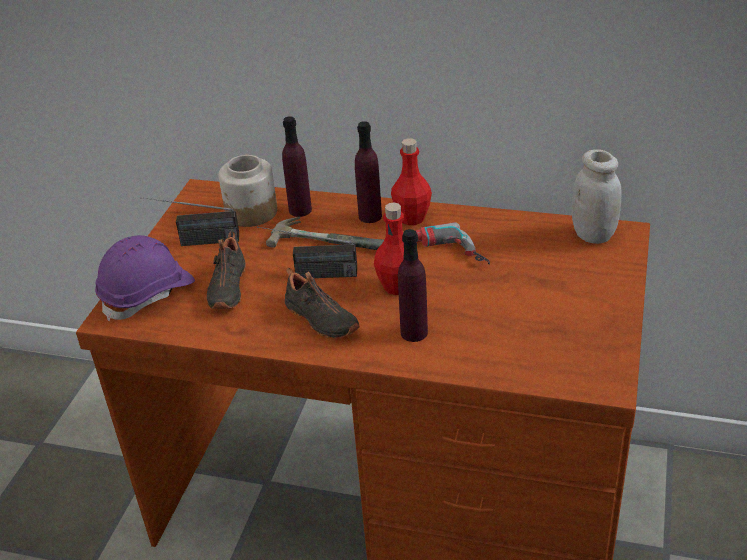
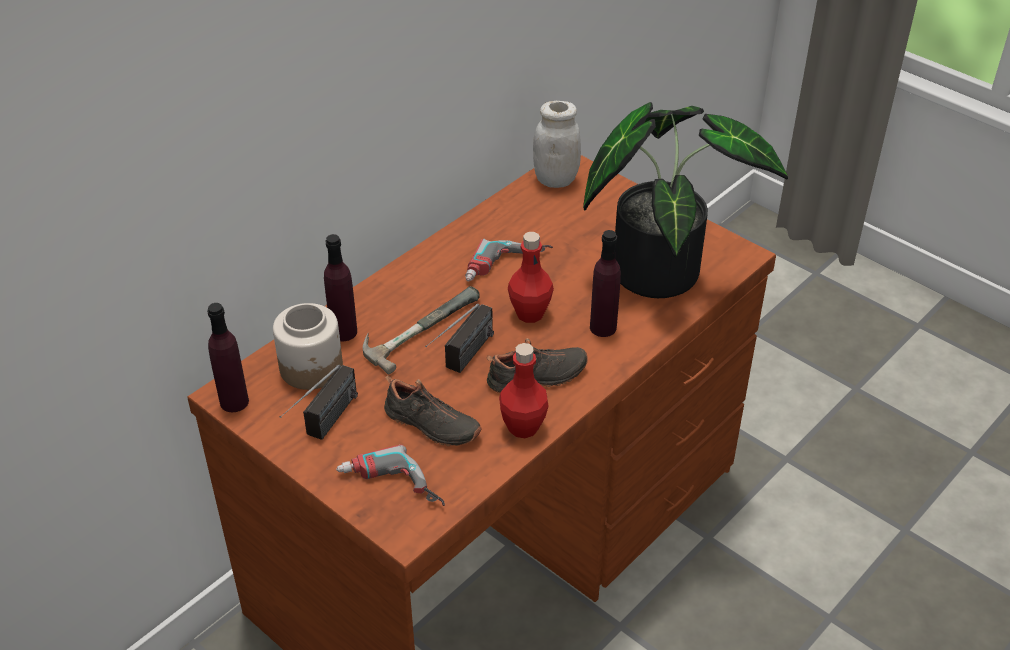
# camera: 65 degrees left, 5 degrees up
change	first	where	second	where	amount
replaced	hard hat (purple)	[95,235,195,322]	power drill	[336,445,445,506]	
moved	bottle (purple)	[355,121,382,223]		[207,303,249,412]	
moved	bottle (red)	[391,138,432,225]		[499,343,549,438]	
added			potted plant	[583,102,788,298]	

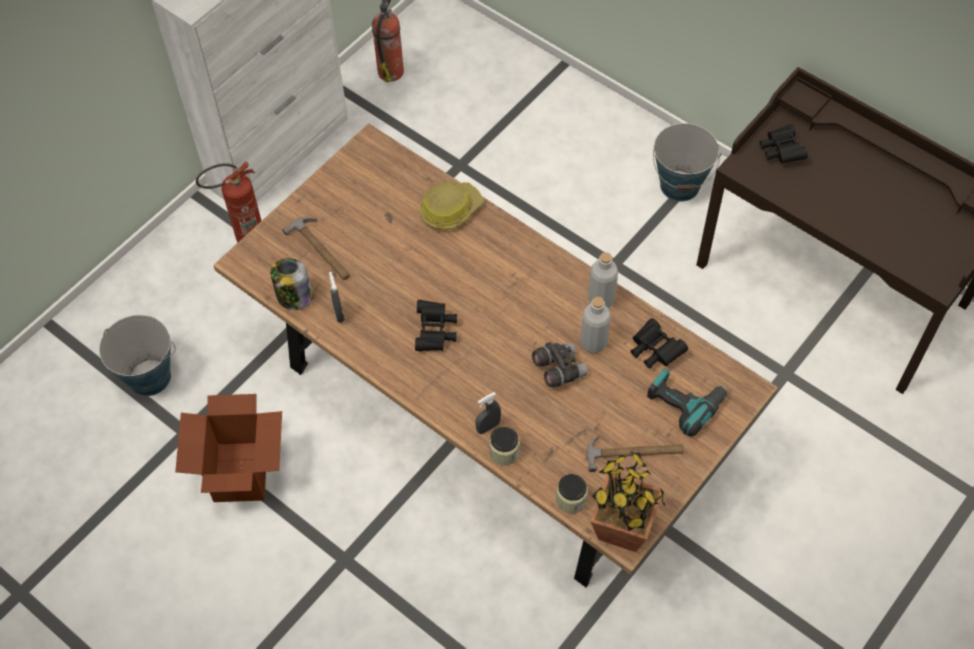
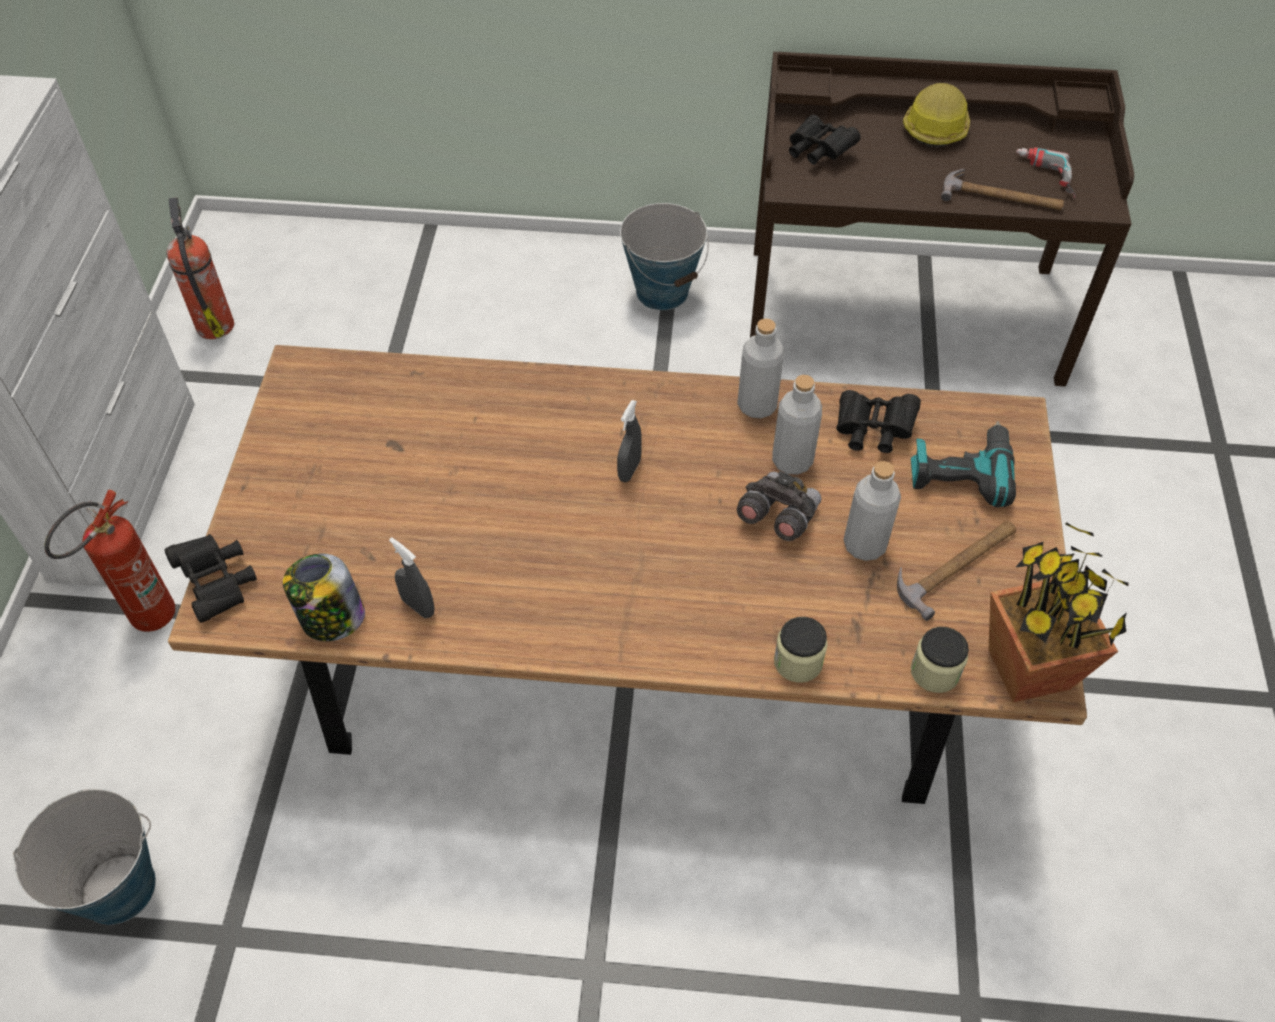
# camera: 35 degrees left, 5 degrees down
change	first	where	second	where	amount
removed	cardboard box	[175,394,282,502]			
moved	hammer	[282,217,350,280]		[941,169,1064,210]	
moved	binoculars (black)	[415,300,457,351]		[165,534,257,623]	
moved	hard hat	[419,181,484,230]		[903,83,970,148]	
moved	spray bottle (grey)	[476,392,501,434]		[617,400,642,482]	
added			bottle (grey)	[843,461,901,561]	
added			power drill	[1016,147,1076,199]	

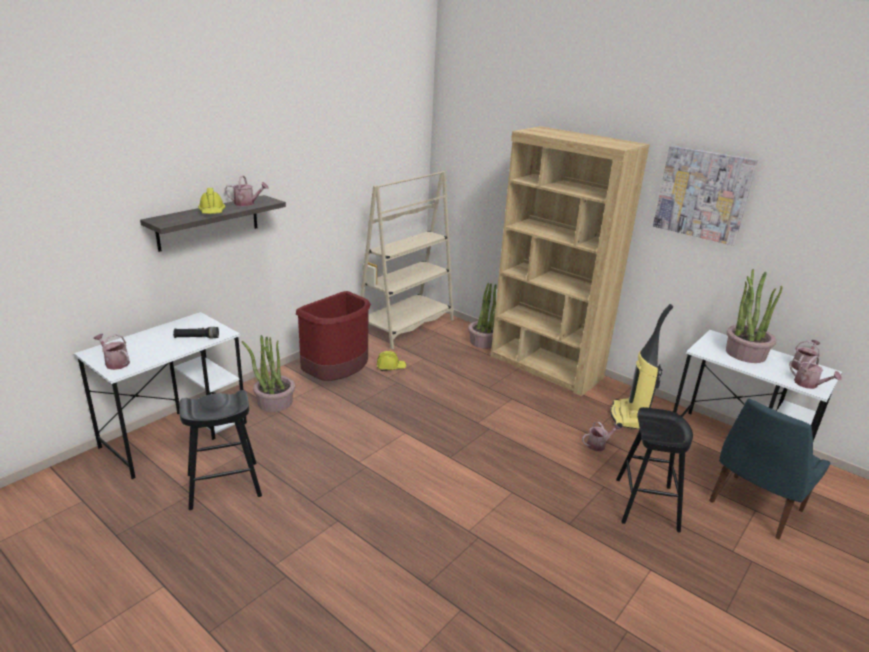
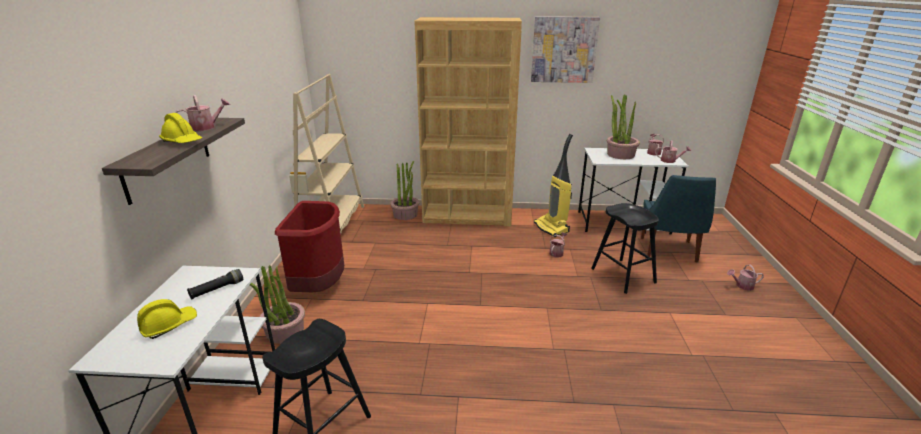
# camera: 35 degrees left, 0 degrees up
change	first	where	second	where	amount
moved	watering can	[94,333,130,370]		[727,265,764,291]	
moved	hard hat (yellow)	[377,351,406,371]		[137,299,197,339]	

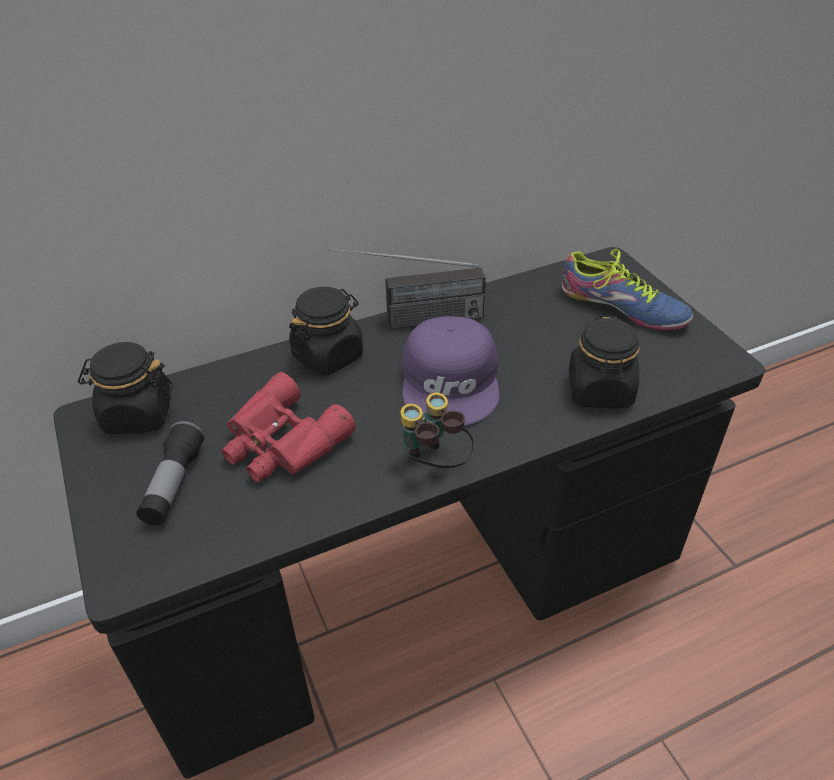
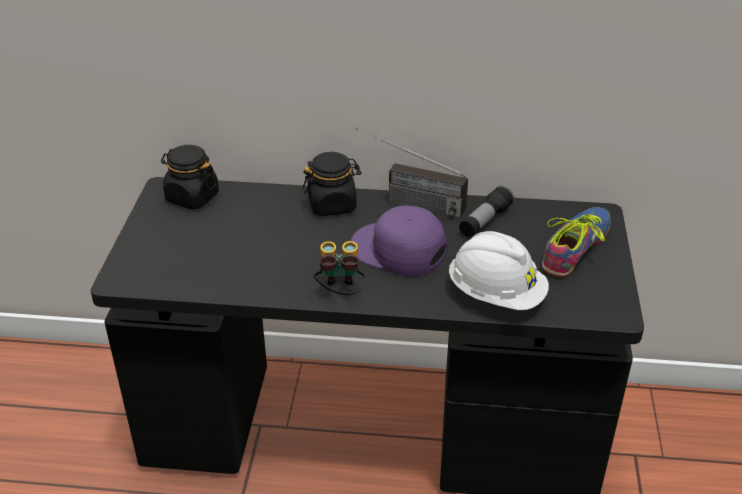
# camera: 30 degrees right, 5 degrees down
change	first	where	second	where	amount
moved	flashlight	[136,421,205,525]		[459,185,514,237]	
removed	binoculars (red)	[221,372,356,482]			
turned	cap (purple)	[402,316,500,426]		[351,206,447,277]	90 degrees clockwise
turned	shoe	[562,249,693,330]		[542,207,611,277]	120 degrees counterclockwise
replaced	jar (black)	[569,315,640,408]	hard hat (white)	[449,231,549,310]	

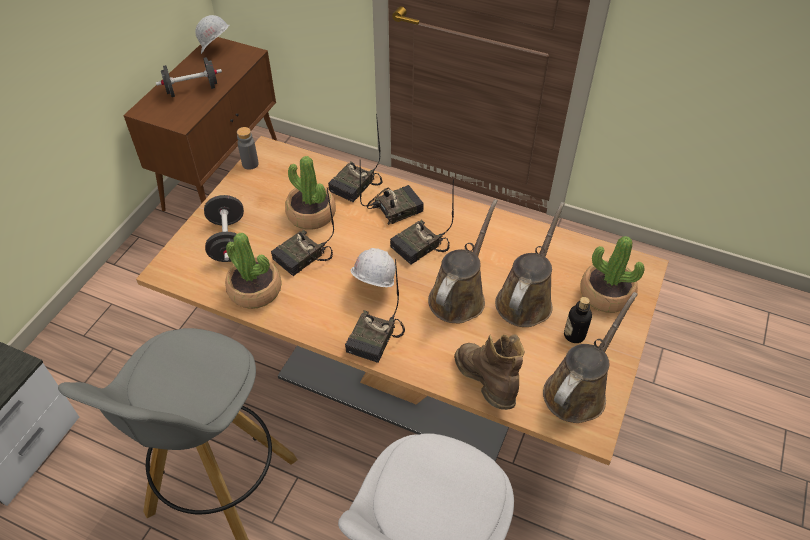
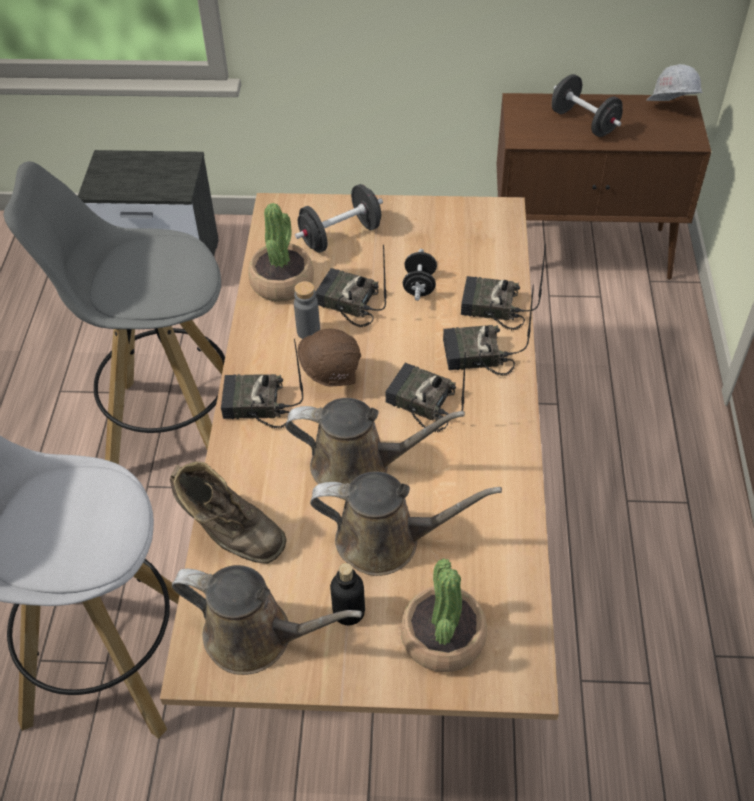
# camera: 70 degrees right, 0 degrees up
change	first	where	second	where	amount
moved	bottle (grey)	[237,127,259,170]		[294,281,320,339]	
replaced	potted plant	[285,156,336,230]	dumbbell (black)	[403,249,437,301]	
recoloured	hard hat (white)	[350,248,396,287]	hard hat (brown)	[298,328,361,387]	
turned	radio	[360,162,424,225]		[443,285,534,376]	135 degrees clockwise
turned	boot (brown)	[454,334,524,410]		[170,461,287,564]	75 degrees clockwise

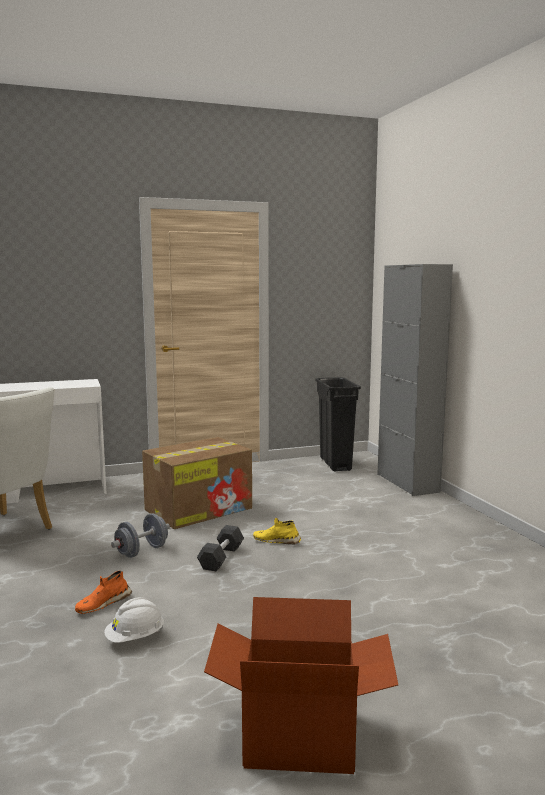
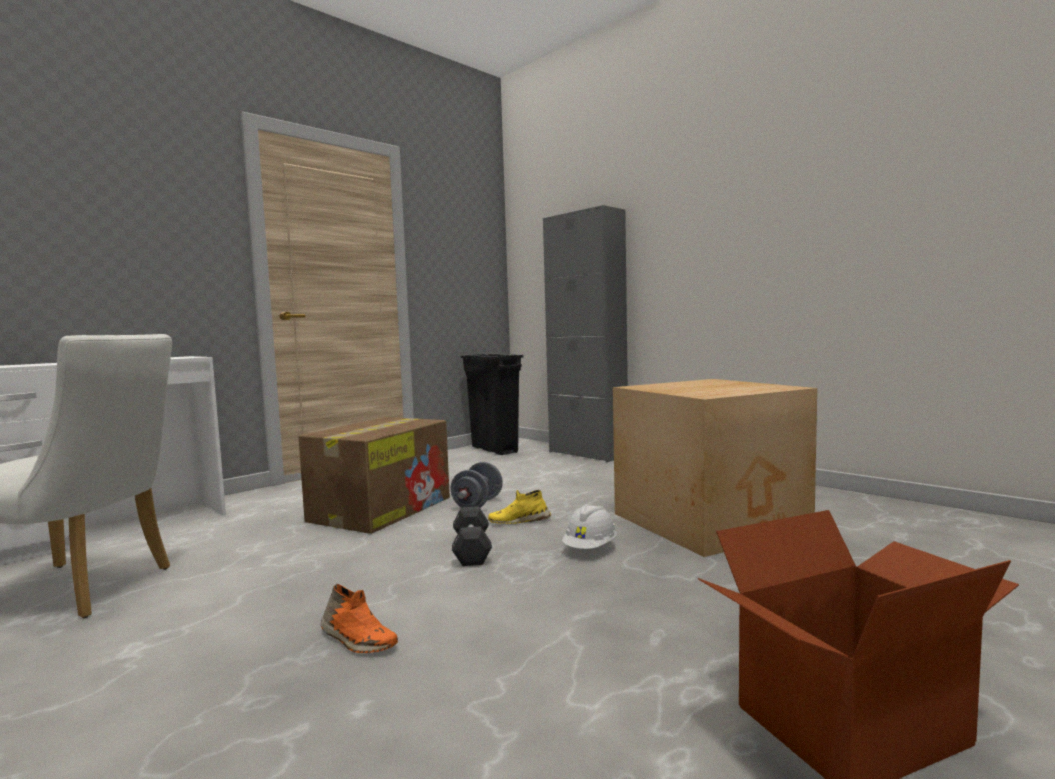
# camera: 25 degrees left, 5 degrees down
change	first	where	second	where	amount
turned	shoe (orange)	[75,571,132,614]		[321,584,398,653]	75 degrees counterclockwise
moved	hard hat (white)	[104,597,164,643]		[562,504,617,549]	
moved	dumbbell (grey)	[111,513,170,558]		[451,462,503,508]	
added			cardboard box	[613,379,817,557]	

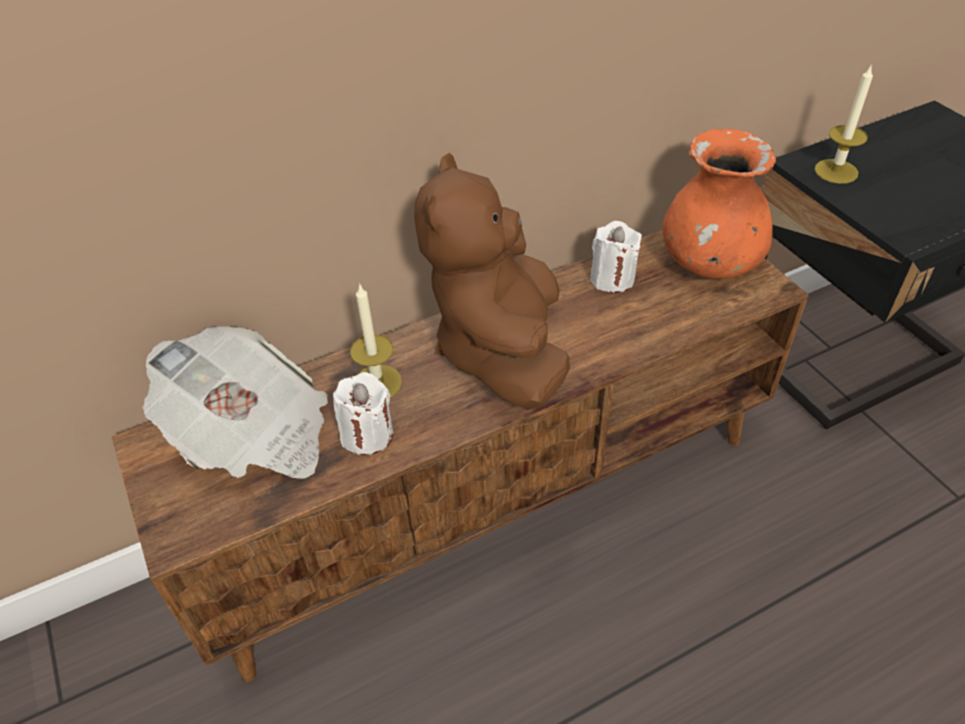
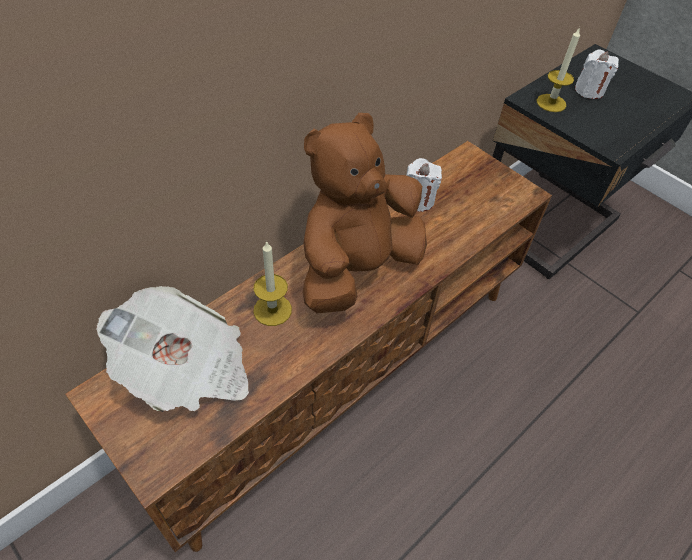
# camera: 20 degrees left, 5 degrees up
change	first	where	second	where	amount
moved	candle (white)	[333,372,393,455]		[575,50,619,99]	
turned	plush toy (brown)	[414,153,570,410]		[303,113,427,313]	60 degrees clockwise
removed	vase (orange)	[662,129,776,278]			

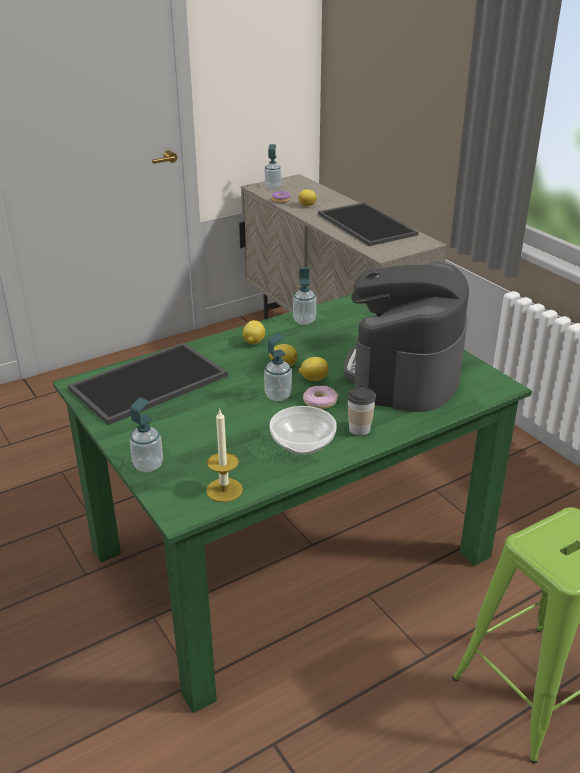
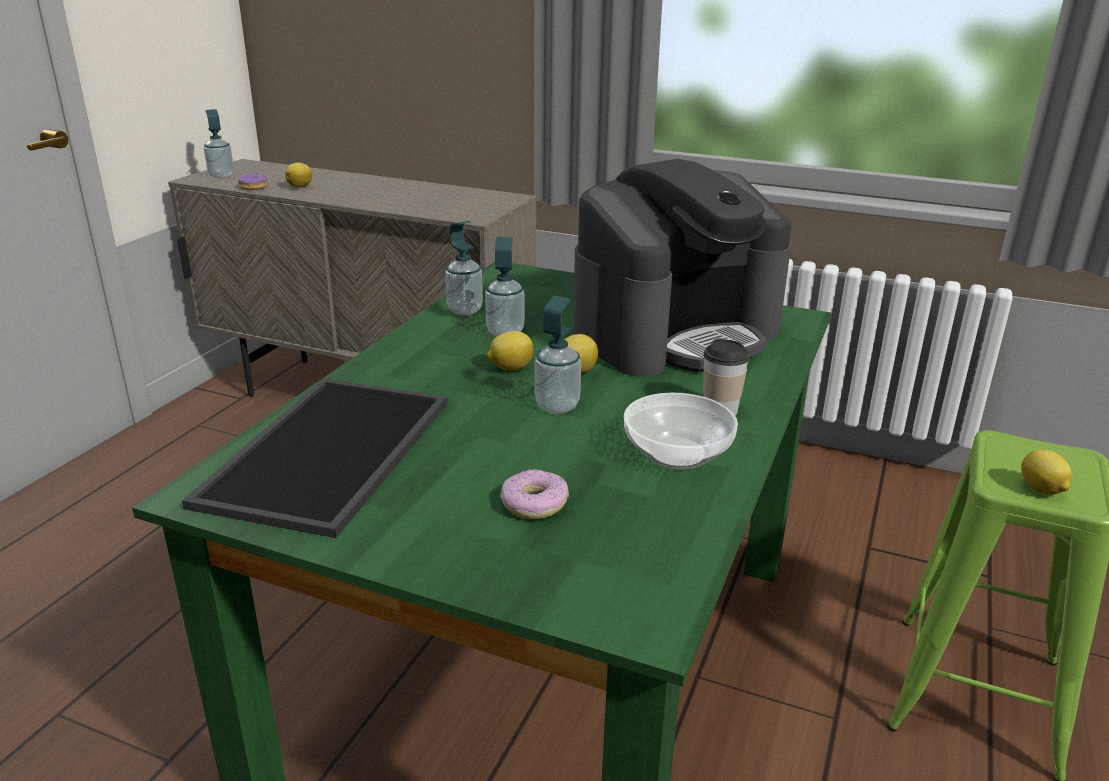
# camera: 35 degrees left, 5 degrees down
change	first	where	second	where	amount
moved	soap dispenser	[129,397,163,472]		[485,237,525,337]	
removed	candle	[206,410,243,502]			
moved	lemon	[243,320,265,344]		[1021,450,1072,495]	
moved	donut	[303,385,338,409]		[500,469,569,519]	
removed	tray	[318,202,418,246]			
turned	coffee machine	[344,261,469,412]		[573,159,791,376]	105 degrees counterclockwise

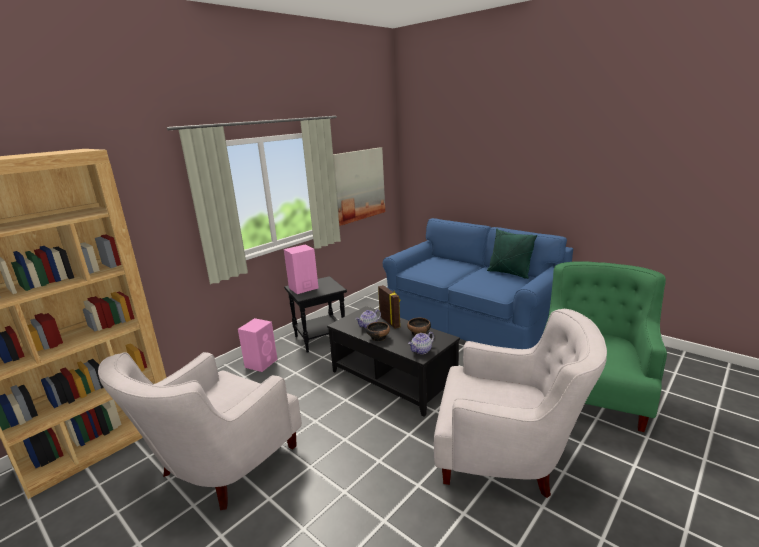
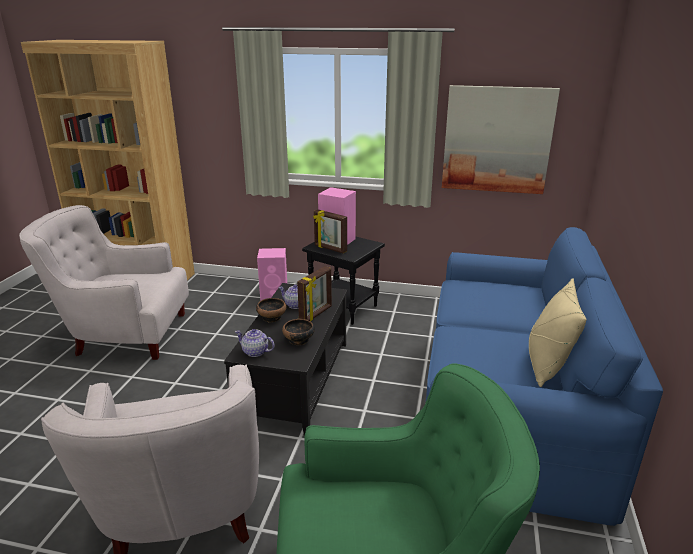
# camera: 60 degrees right, 5 degrees up
change	first	where	second	where	amount
recoloured	pillow (green)	[487,229,537,279]	pillow (beige)	[529,279,586,387]	
added			picture frame	[313,210,347,253]	

